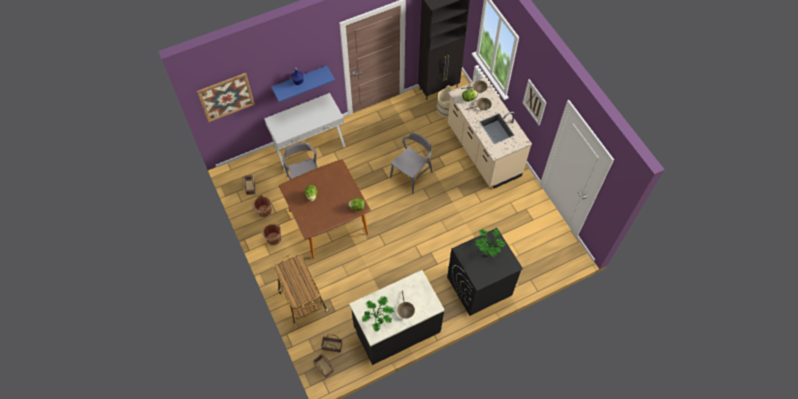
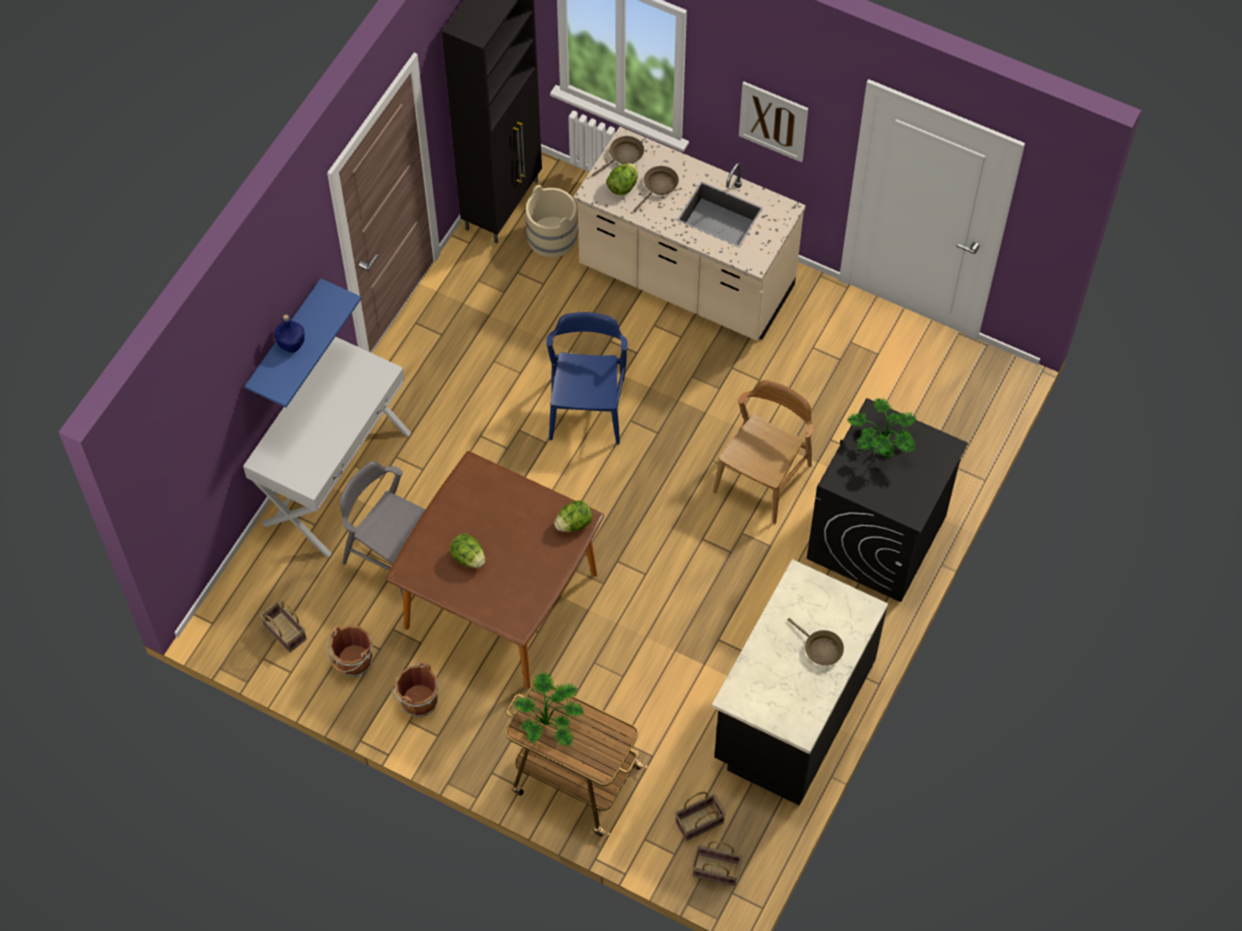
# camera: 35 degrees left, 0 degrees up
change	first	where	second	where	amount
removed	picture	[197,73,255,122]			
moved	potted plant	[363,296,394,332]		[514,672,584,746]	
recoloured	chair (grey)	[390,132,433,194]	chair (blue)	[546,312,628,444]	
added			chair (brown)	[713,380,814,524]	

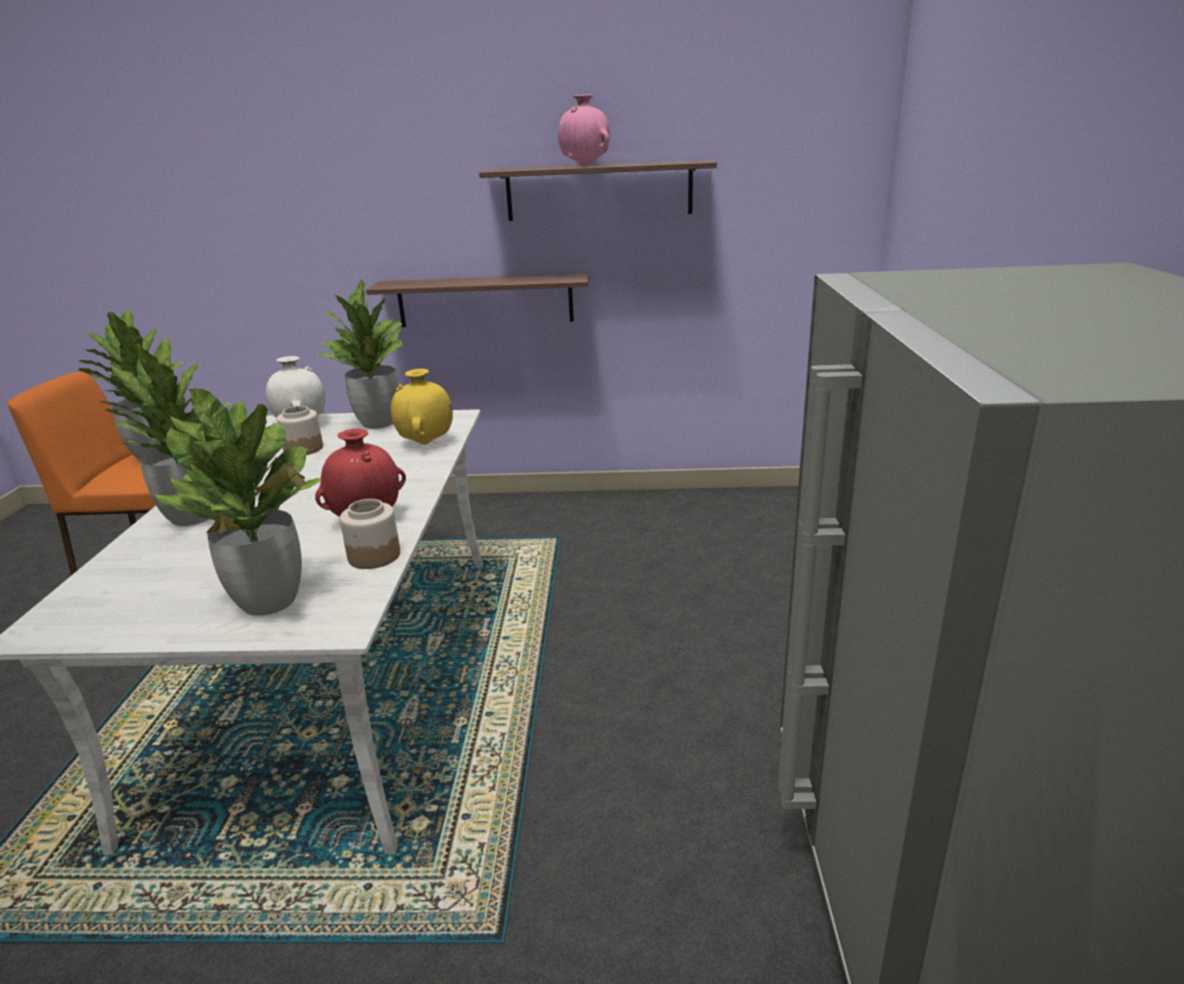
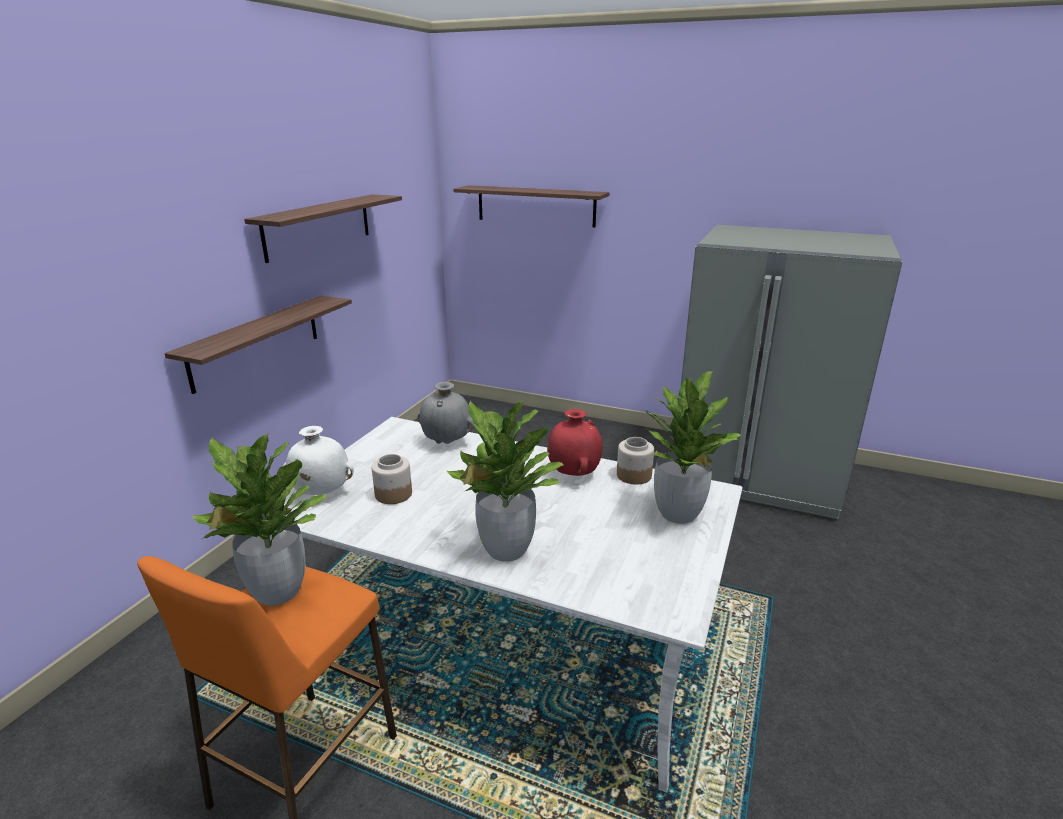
# camera: 70 degrees left, 0 degrees up
change	first	where	second	where	amount
removed	potted plant	[316,279,403,429]			
recoloured	vase (yellow)	[391,369,453,445]	vase (grey)	[417,382,474,444]	
removed	vase (pink)	[558,94,610,166]			
added			shelf	[453,185,610,228]	

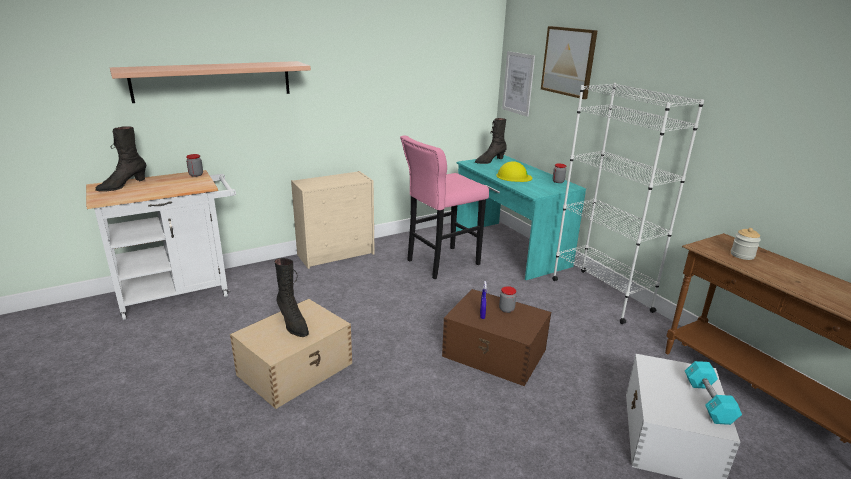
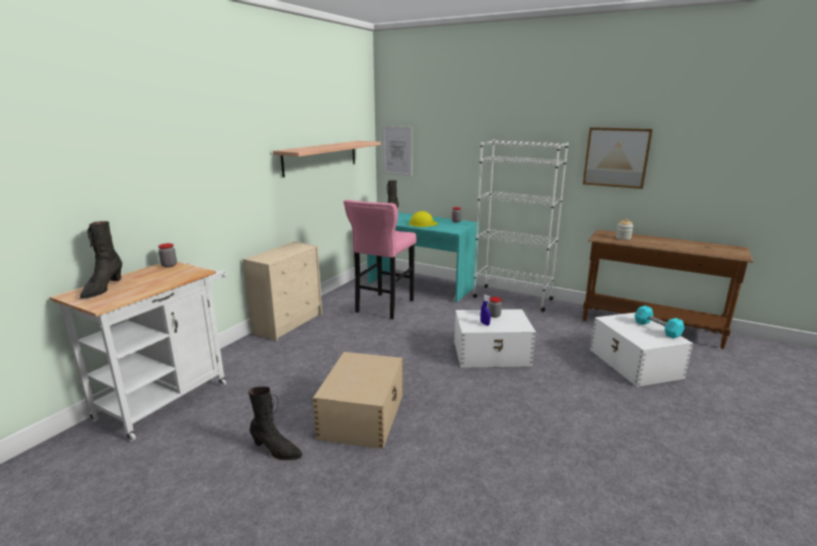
# camera: 30 degrees left, 5 degrees down
change	first	where	second	where	amount
moved	shelf	[110,61,311,103]		[273,141,381,178]	
moved	boot (black)	[274,258,309,337]		[248,386,303,460]	
recoloured	storage box (brown)	[442,289,551,386]	storage box (white)	[454,309,536,368]	
moved	picture	[541,26,598,99]		[583,127,653,189]	

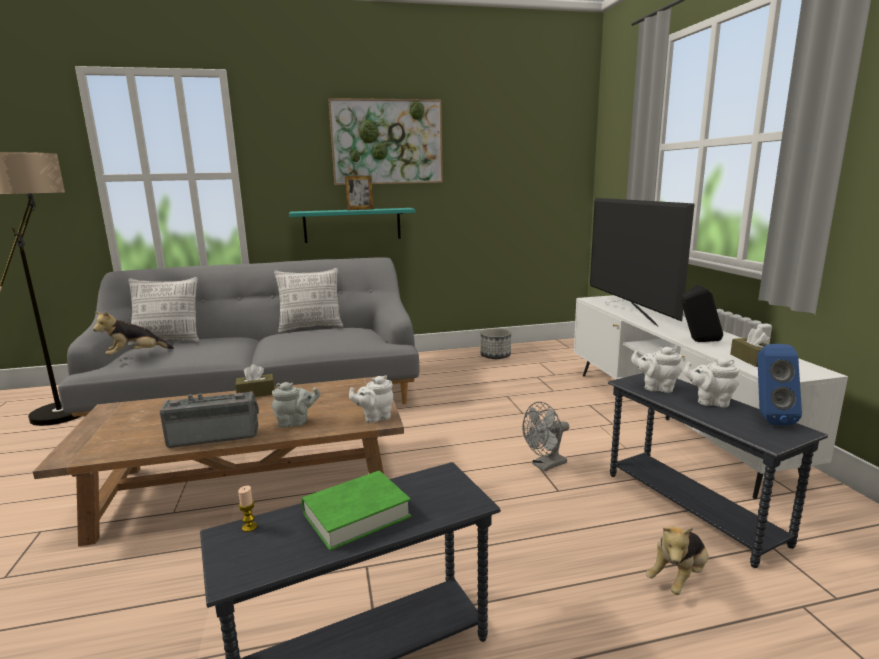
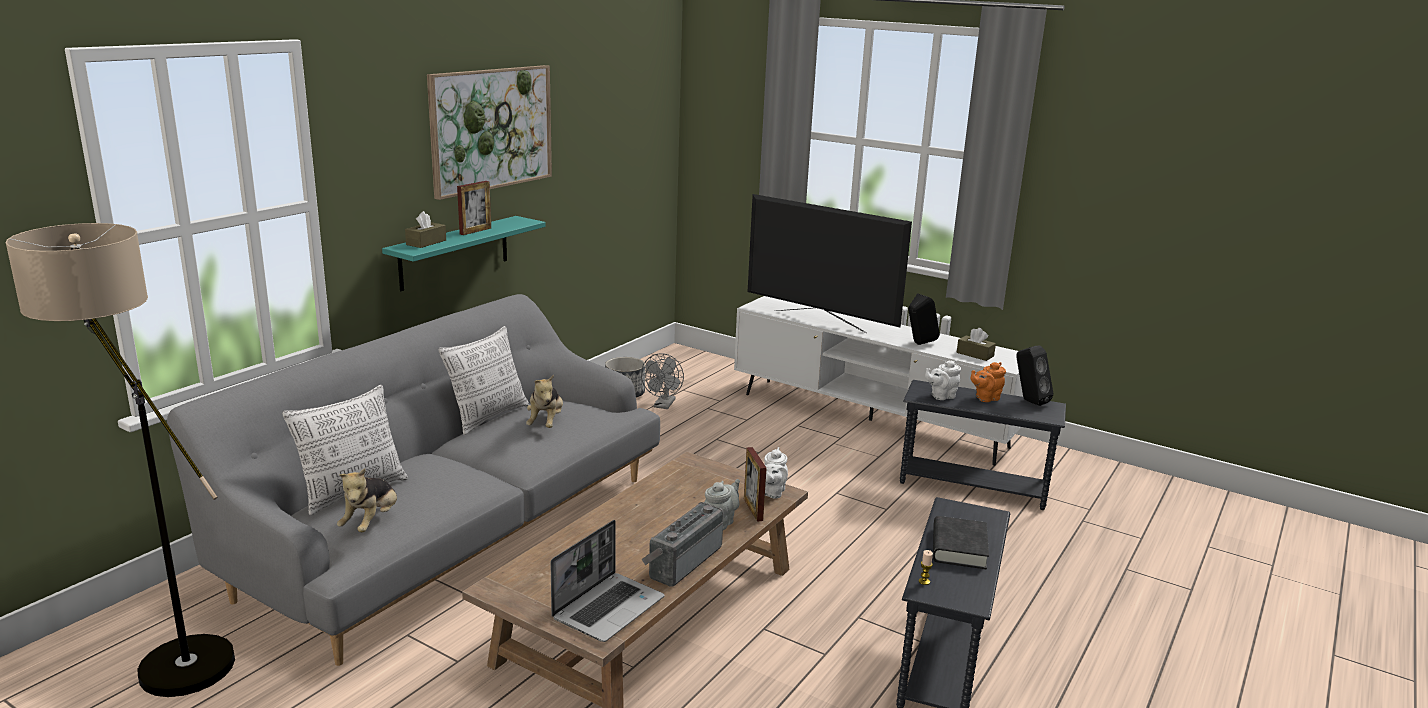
# camera: 45 degrees left, 5 degrees up
change	first	where	second	where	amount
moved	tissue box (brown)	[235,364,275,397]		[405,211,446,248]	
recoloured	book (green)	[301,471,411,551]	book (black)	[933,516,989,570]	
moved	fan (grey)	[522,402,569,471]		[641,353,684,409]	
moved	plush toy	[646,527,709,595]		[526,375,563,428]	
recoloured	teapot (white)	[683,358,740,407]	teapot (orange)	[971,362,1006,402]	
recoloured	speaker (blue)	[757,344,802,425]	speaker (black)	[1016,345,1053,406]	
added			laptop	[550,520,665,642]	
added			picture frame	[744,447,767,522]	

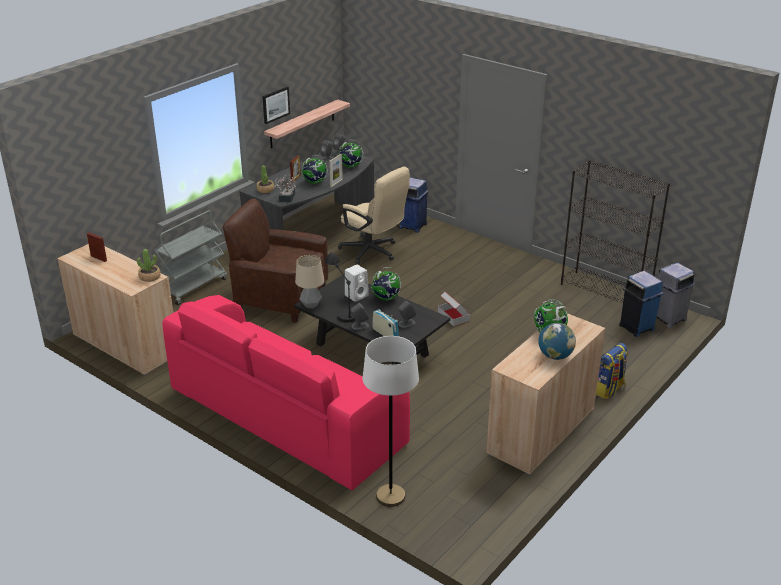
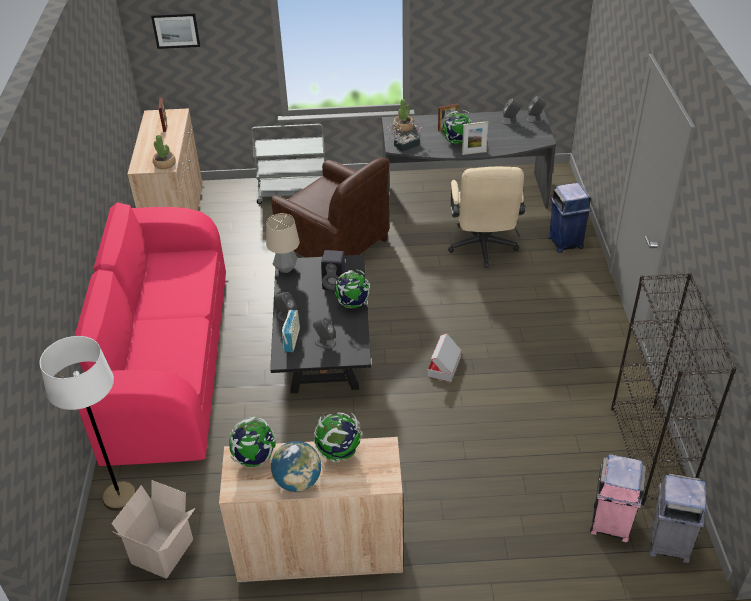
# camera: 50 degrees right, 10 degrees up
change	first	where	second	where	amount
turned	armchair (brown)	[223,198,328,323]		[271,158,390,258]	150 degrees clockwise
moved	picture	[262,87,290,124]		[151,13,200,49]	
removed	shelf	[264,100,350,148]			
removed	table lamp (black)	[325,252,355,323]			
moved	globe	[338,140,363,168]		[229,417,276,467]	
recoloured	speaker (white)	[345,265,369,302]	speaker (black)	[321,250,346,290]	
removed	backpack	[596,343,629,399]			
recoloured	trash can (blue)	[619,271,663,337]	trash can (pink)	[590,454,646,542]	
added			cardboard box	[111,480,195,579]	

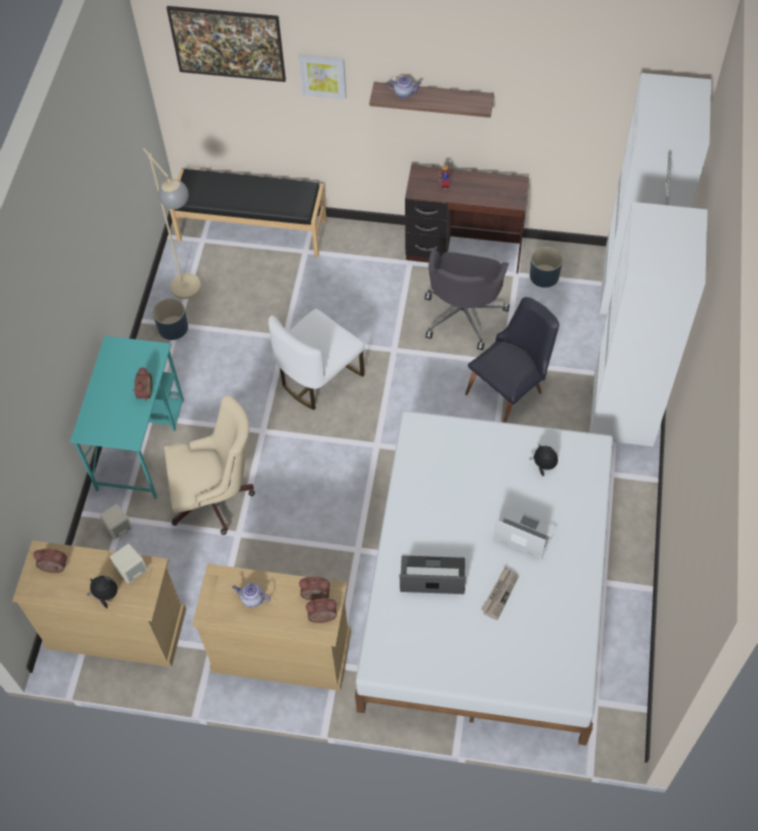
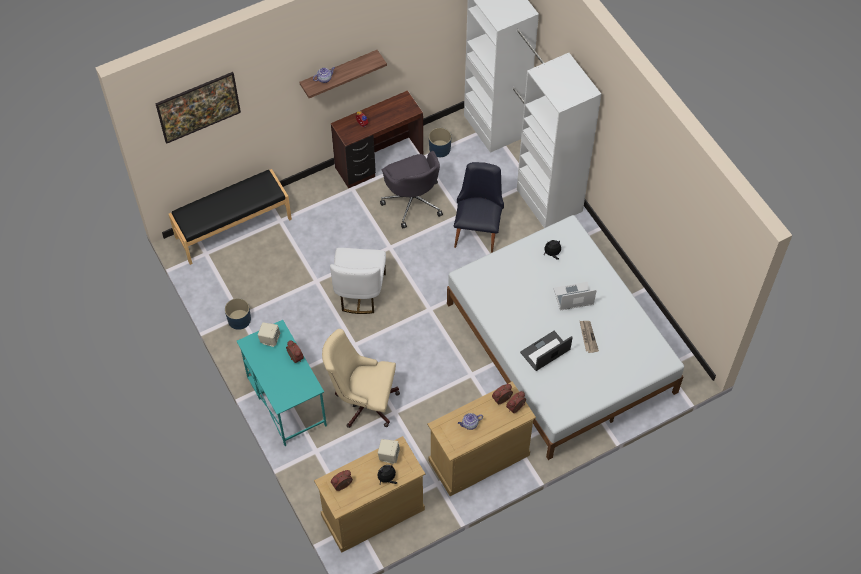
# camera: 40 degrees left, 0 degrees up
change	first	where	second	where	amount
moved	speaker (beige)	[100,504,133,539]		[258,322,280,347]	
removed	floor lamp (beige)	[143,148,201,299]			
turned	office chair (beige)	[164,395,255,535]		[322,329,400,428]	120 degrees counterclockwise
removed	picture	[299,54,346,99]			

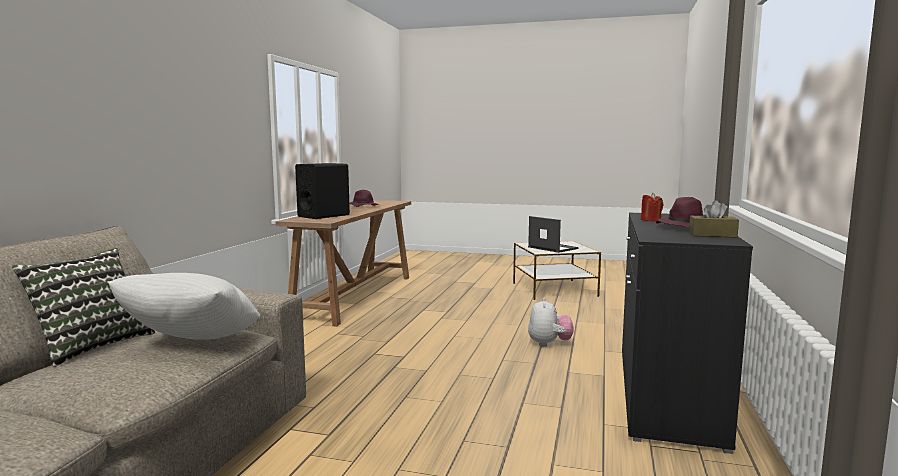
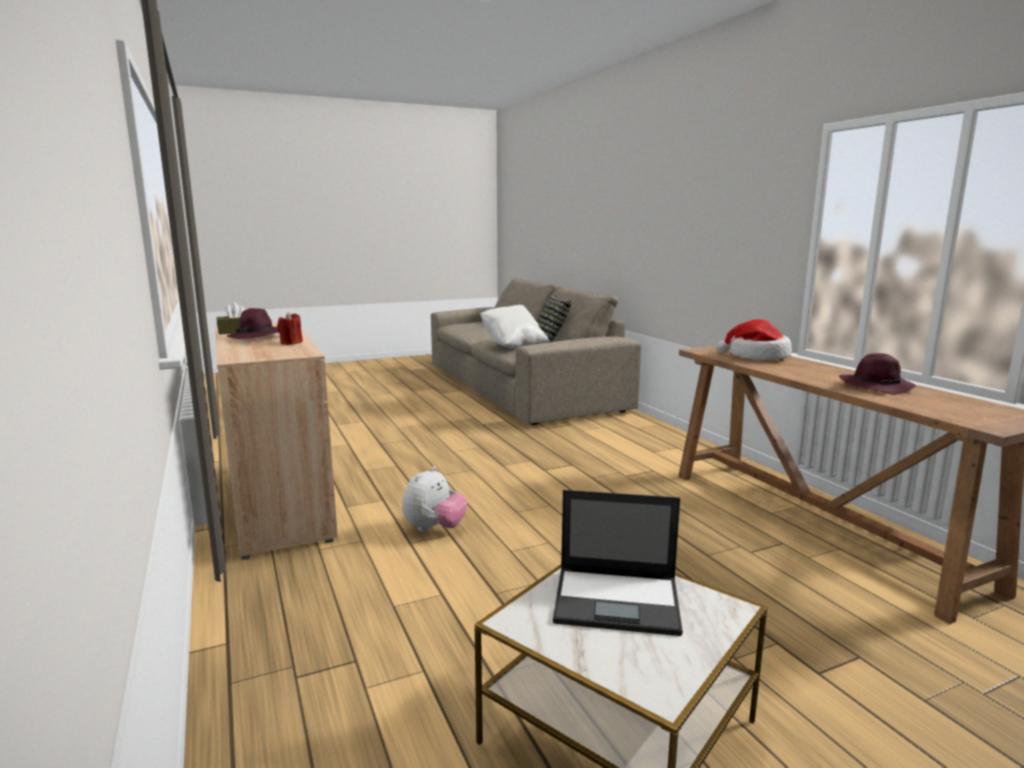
# camera: 140 degrees right, 5 degrees up
change	first	where	second	where	amount
replaced	speaker (black)	[295,163,350,219]	hat	[716,320,792,360]	
turned	plush toy	[528,298,574,347]		[402,466,467,532]	120 degrees counterclockwise
recoloured	cabinet (black)	[622,213,753,454]	cabinet (beige)	[215,323,338,560]	

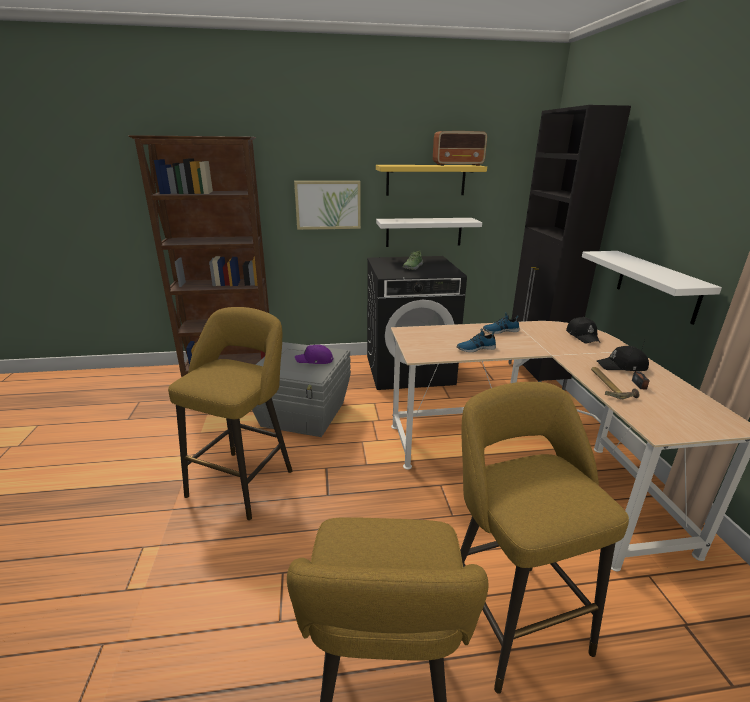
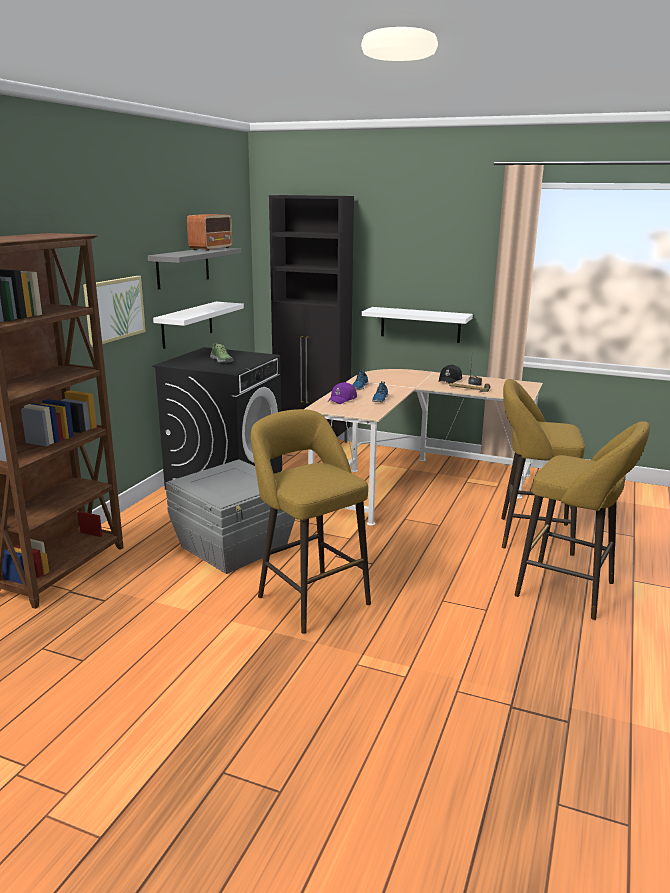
# camera: 60 degrees left, 5 degrees down
change	first	where	second	where	amount
moved	cap (purple)	[295,345,334,364]		[328,382,357,404]	
recoloured	shelf (yellow)	[376,165,487,196]	shelf (grey)	[148,248,241,289]	
removed	cap (black)	[566,317,600,344]			

